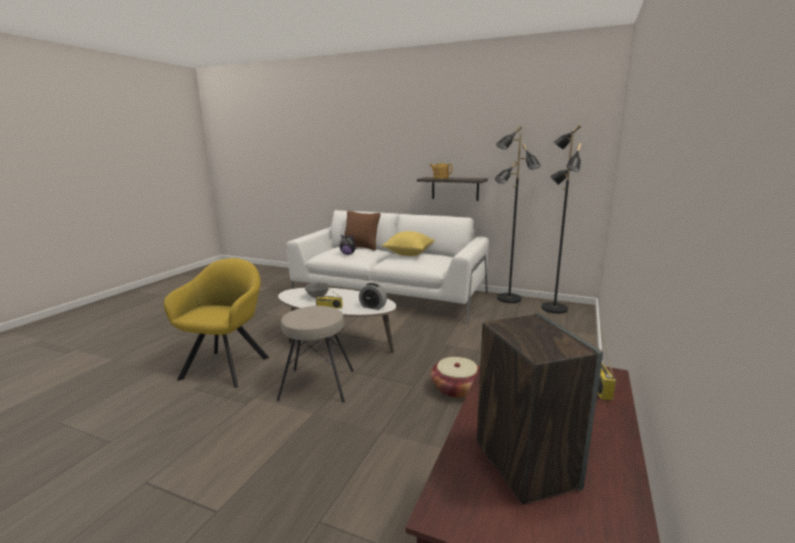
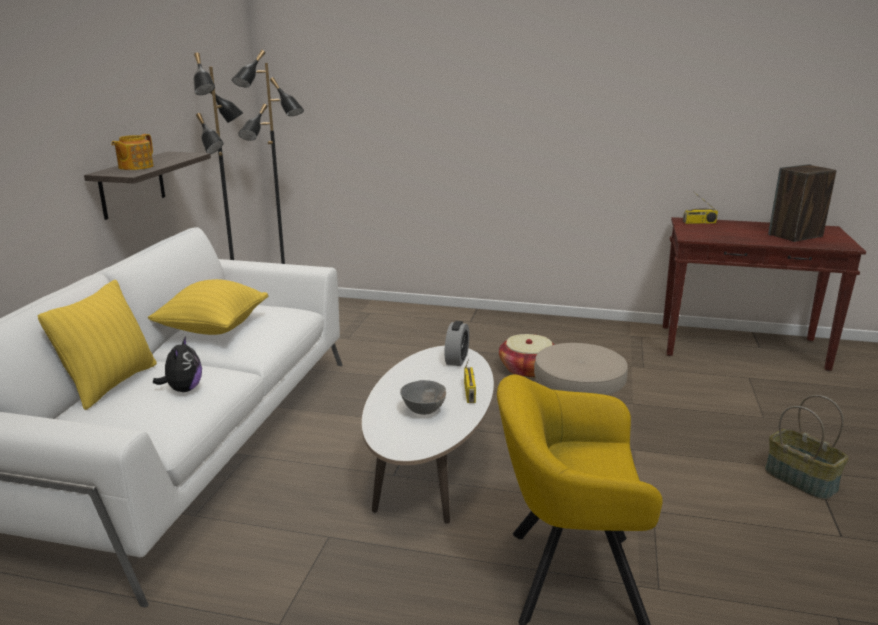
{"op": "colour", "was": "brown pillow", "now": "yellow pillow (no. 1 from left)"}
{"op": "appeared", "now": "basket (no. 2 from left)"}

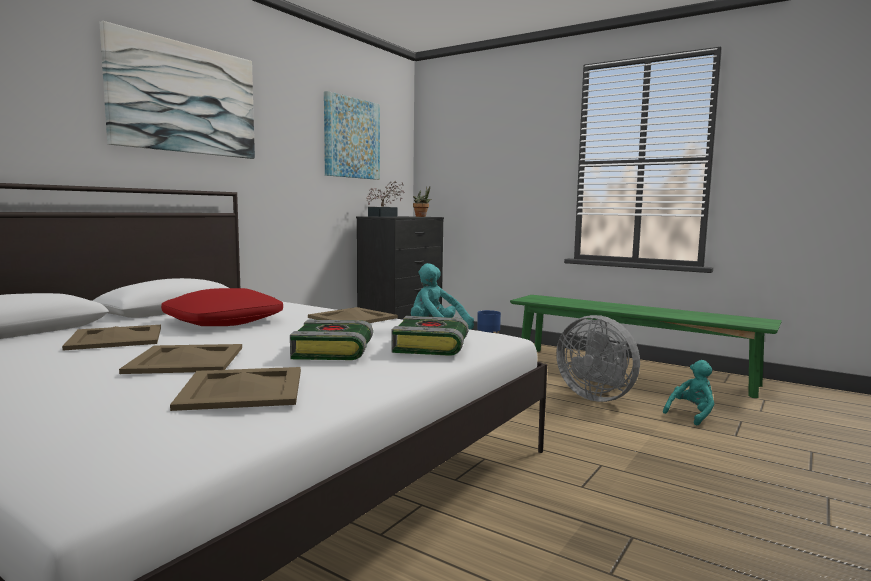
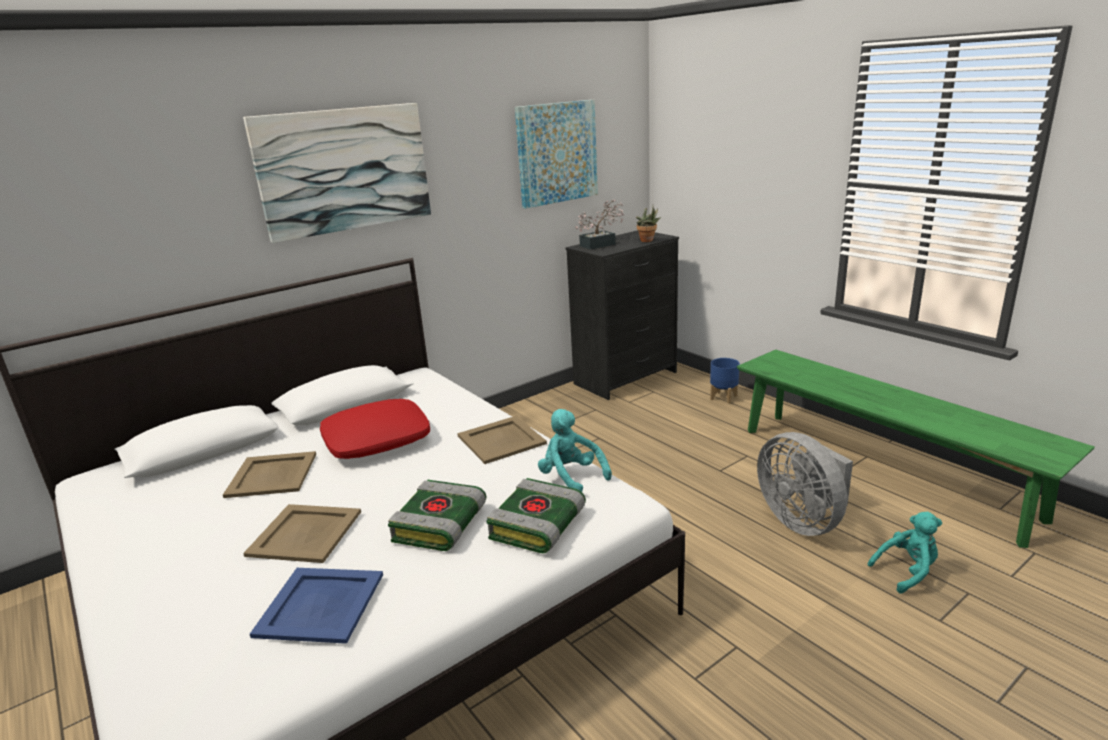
{"op": "colour", "was": "beige tray (no. 3 from left)", "now": "blue tray"}

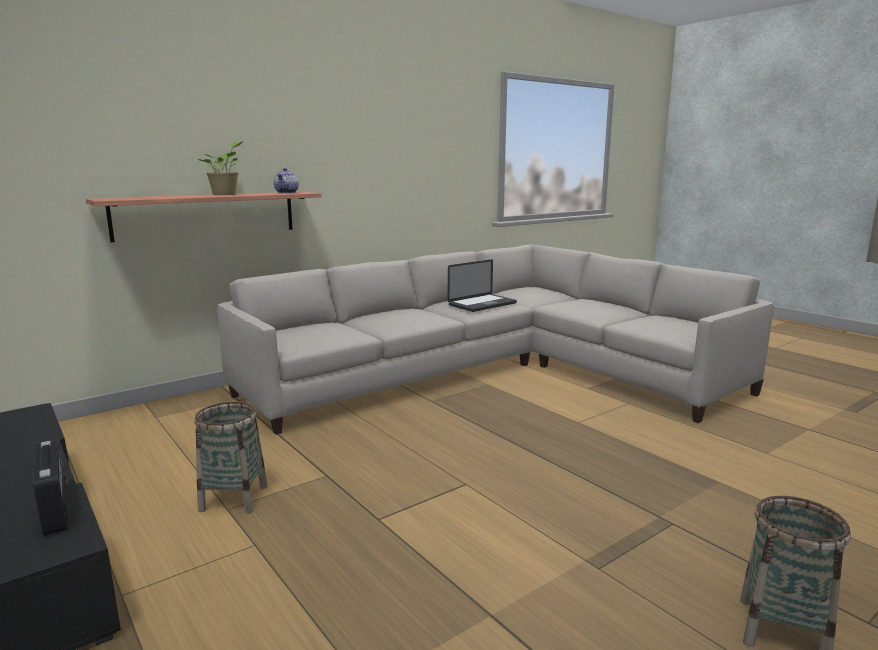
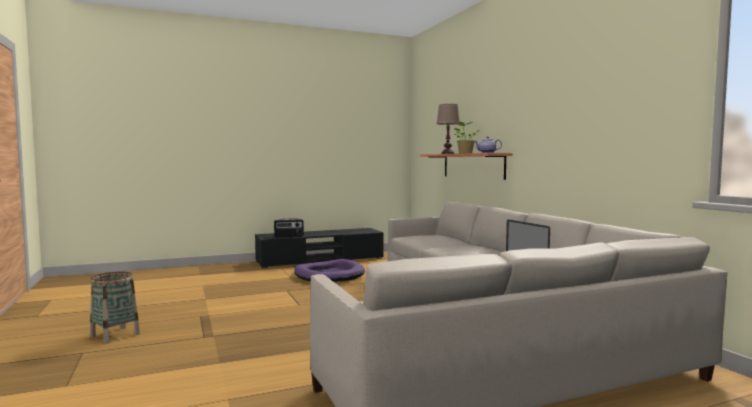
{"op": "exchanged", "was": "basket (no. 1 from left)", "now": "purple dog bed"}
{"op": "appeared", "now": "brown table lamp"}

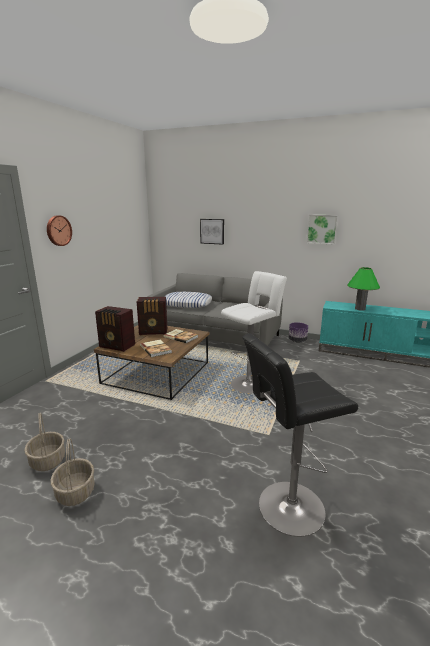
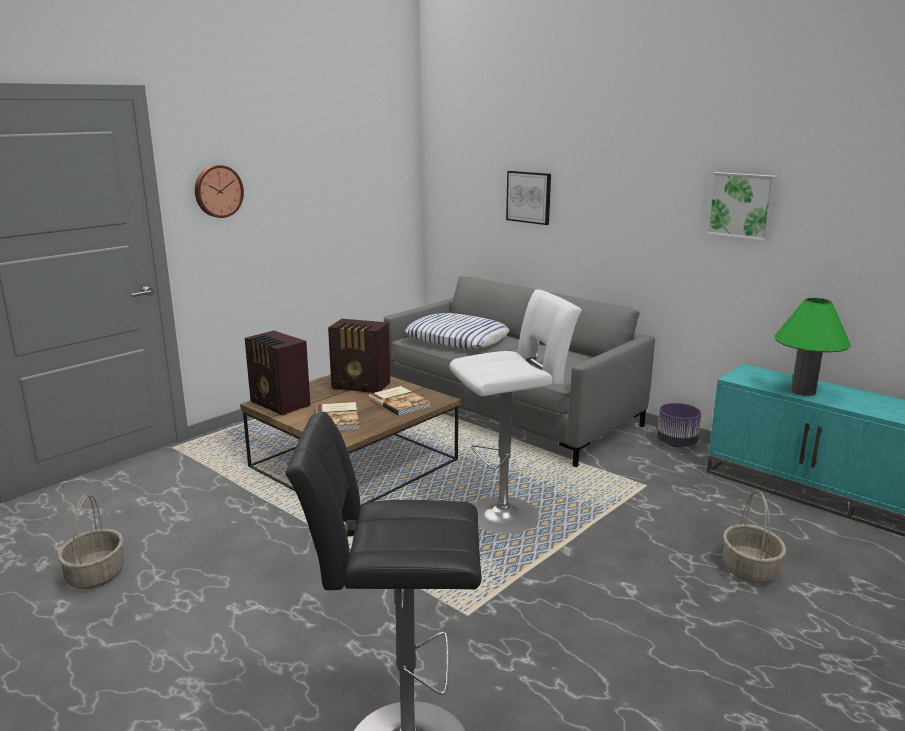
{"op": "relocated", "was": "basket (no. 2 from left)"}

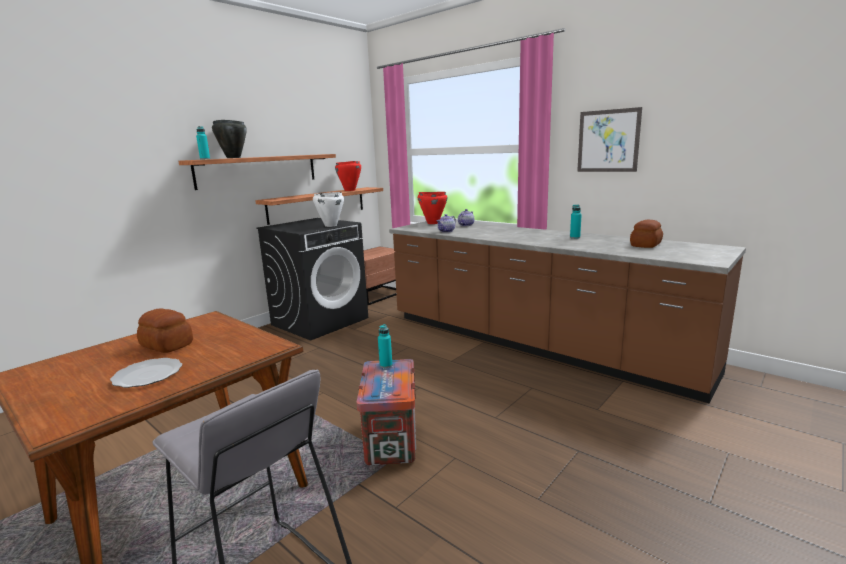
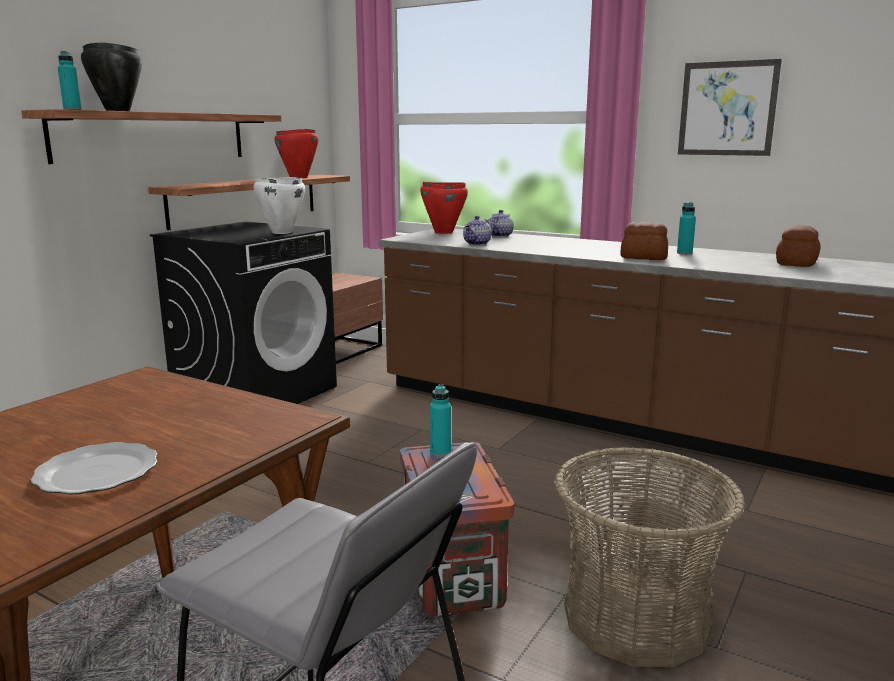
{"op": "relocated", "was": "bread (no. 1 from left)"}
{"op": "appeared", "now": "basket"}

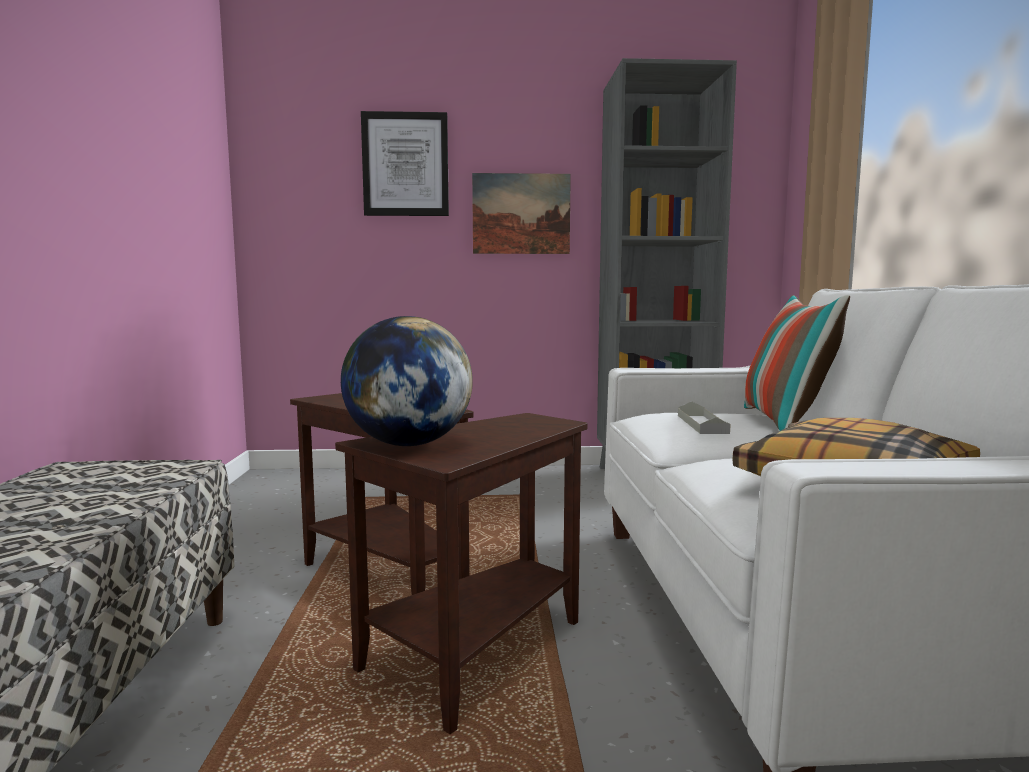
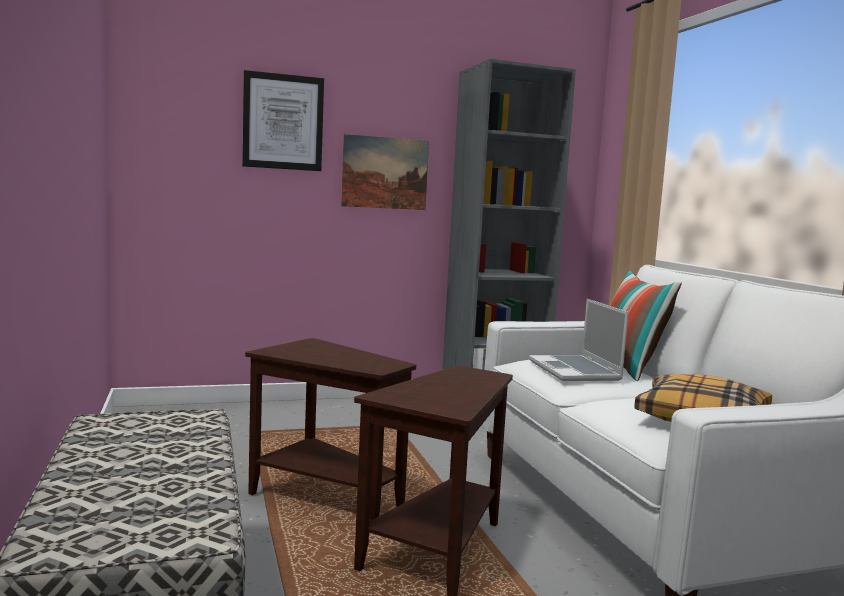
{"op": "missing", "was": "globe"}
{"op": "exchanged", "was": "grey tray", "now": "laptop"}

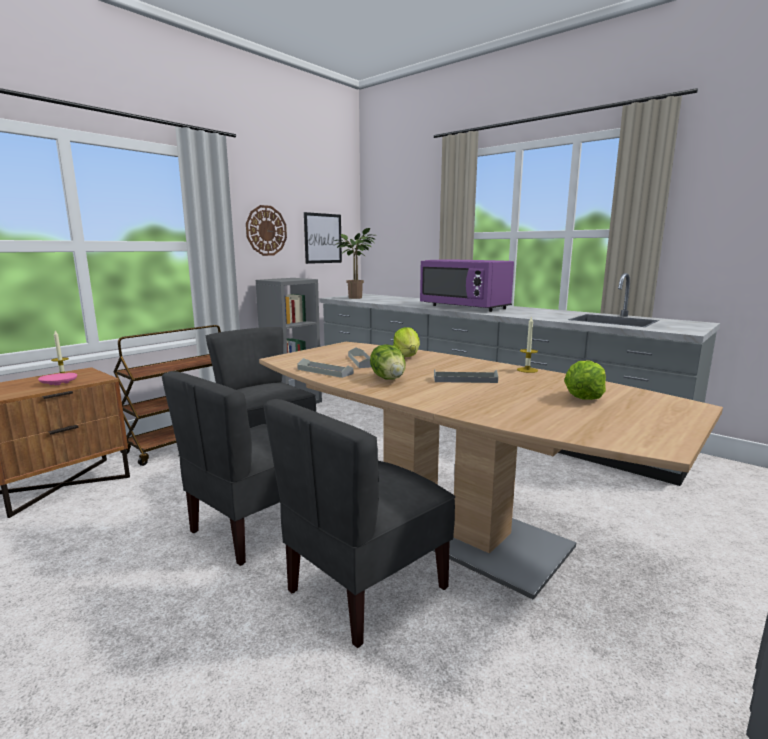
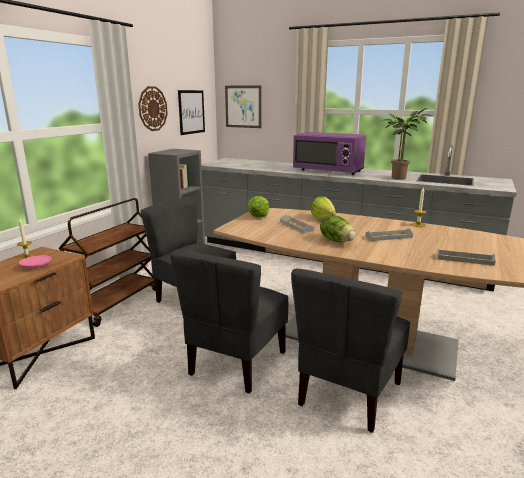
{"op": "relocated", "was": "grey tray (no. 1 from left in the first image)", "now": "grey tray (no. 3 from left)"}
{"op": "relocated", "was": "potted plant"}
{"op": "relocated", "was": "lettuce (no. 3 from left in the first image)", "now": "lettuce (no. 1 from left)"}
{"op": "appeared", "now": "picture (no. 2 from left)"}

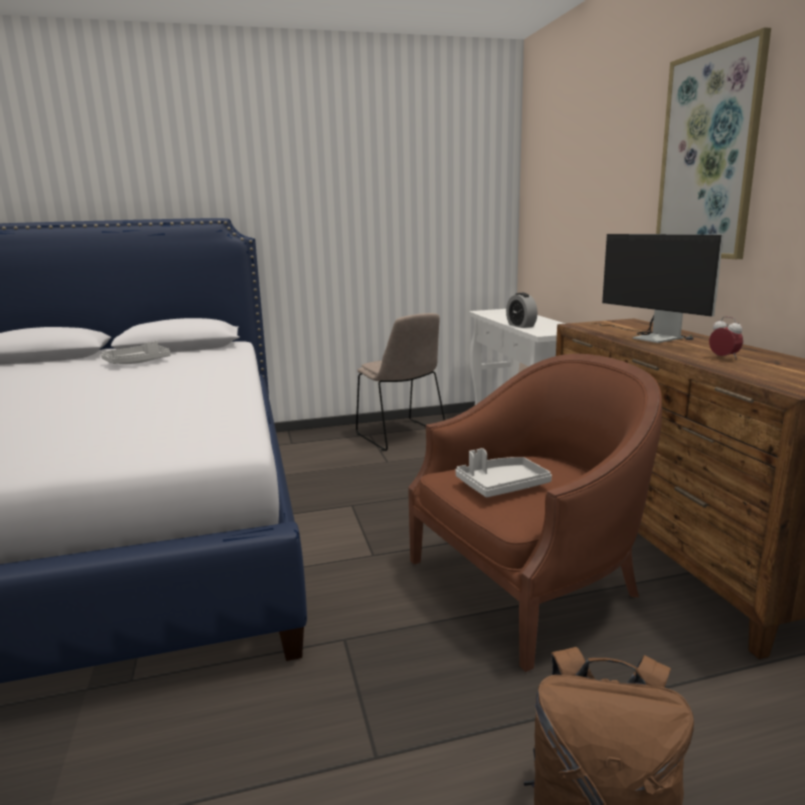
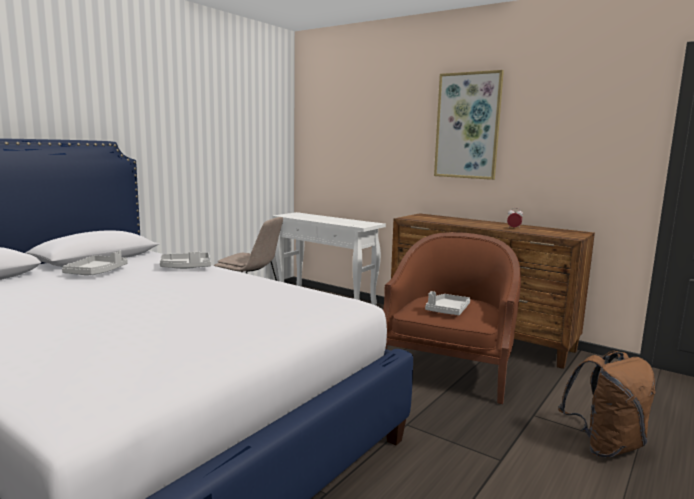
{"op": "missing", "was": "alarm clock (no. 1 from left)"}
{"op": "missing", "was": "monitor"}
{"op": "appeared", "now": "grey tray (no. 2 from left)"}

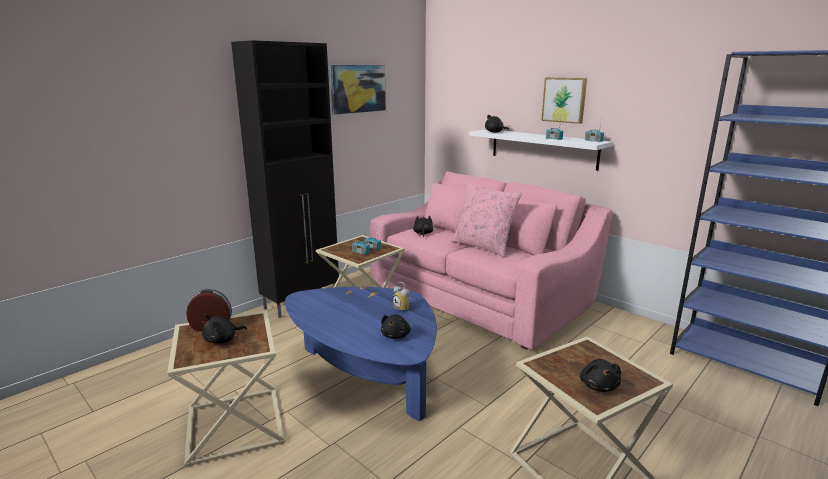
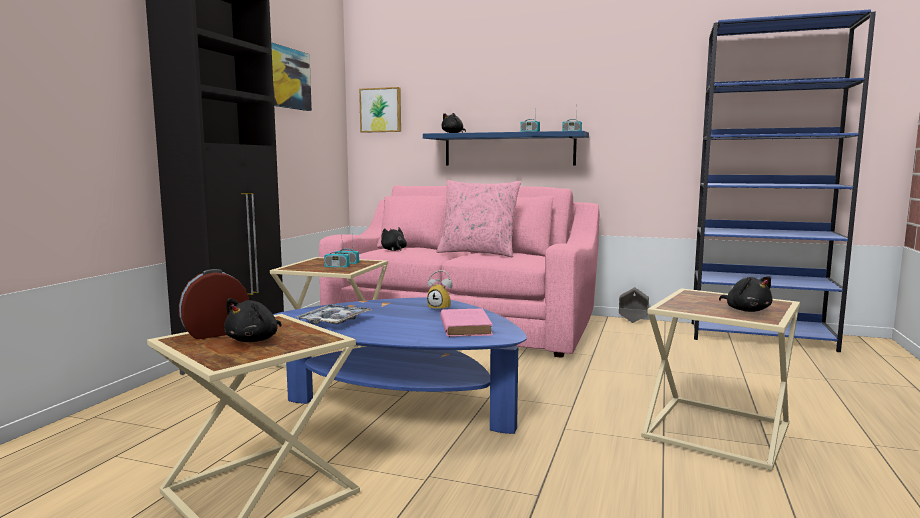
{"op": "exchanged", "was": "black plush toy (no. 2 from left)", "now": "pink book"}
{"op": "colour", "was": "white shelf", "now": "blue shelf"}
{"op": "relocated", "was": "picture (no. 2 from left)"}
{"op": "appeared", "now": "tray"}
{"op": "appeared", "now": "grey planter"}

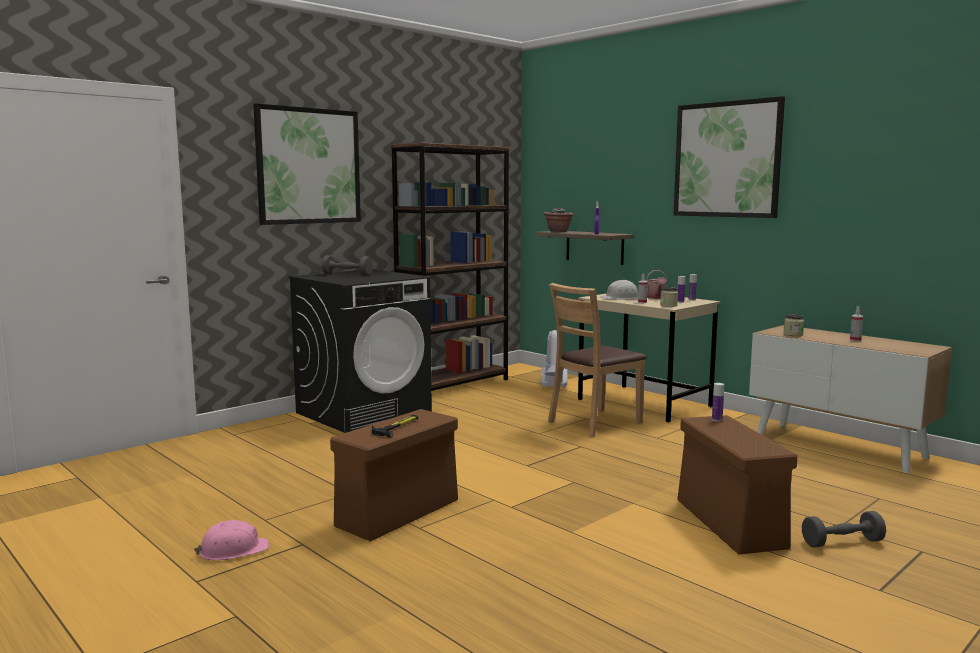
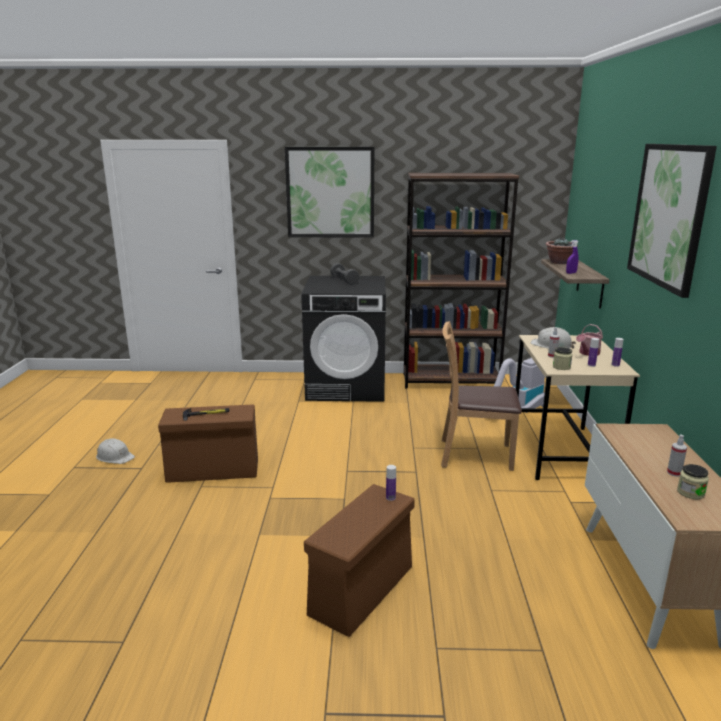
{"op": "colour", "was": "pink hard hat", "now": "white hard hat (no. 1 from left)"}
{"op": "relocated", "was": "jar (no. 2 from left)"}
{"op": "missing", "was": "grey dumbbell (no. 2 from left)"}

